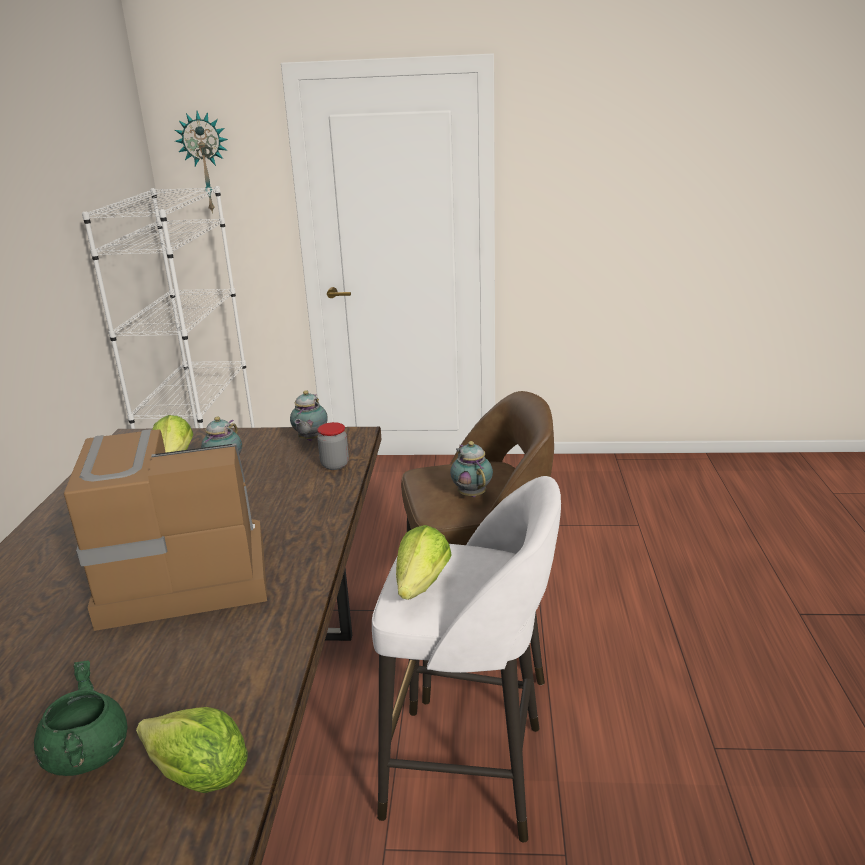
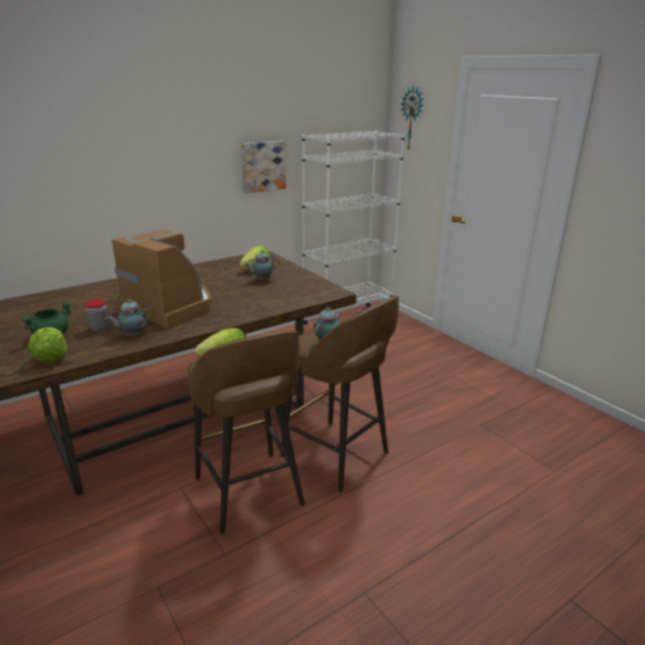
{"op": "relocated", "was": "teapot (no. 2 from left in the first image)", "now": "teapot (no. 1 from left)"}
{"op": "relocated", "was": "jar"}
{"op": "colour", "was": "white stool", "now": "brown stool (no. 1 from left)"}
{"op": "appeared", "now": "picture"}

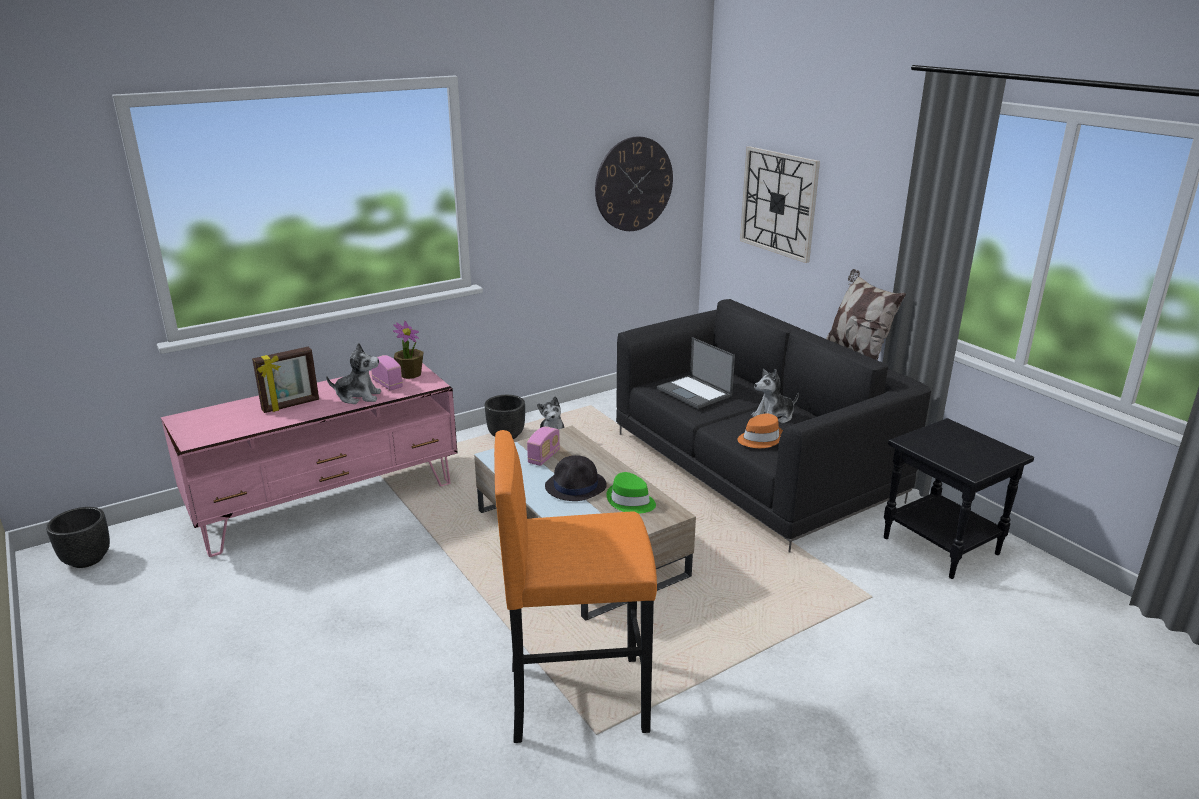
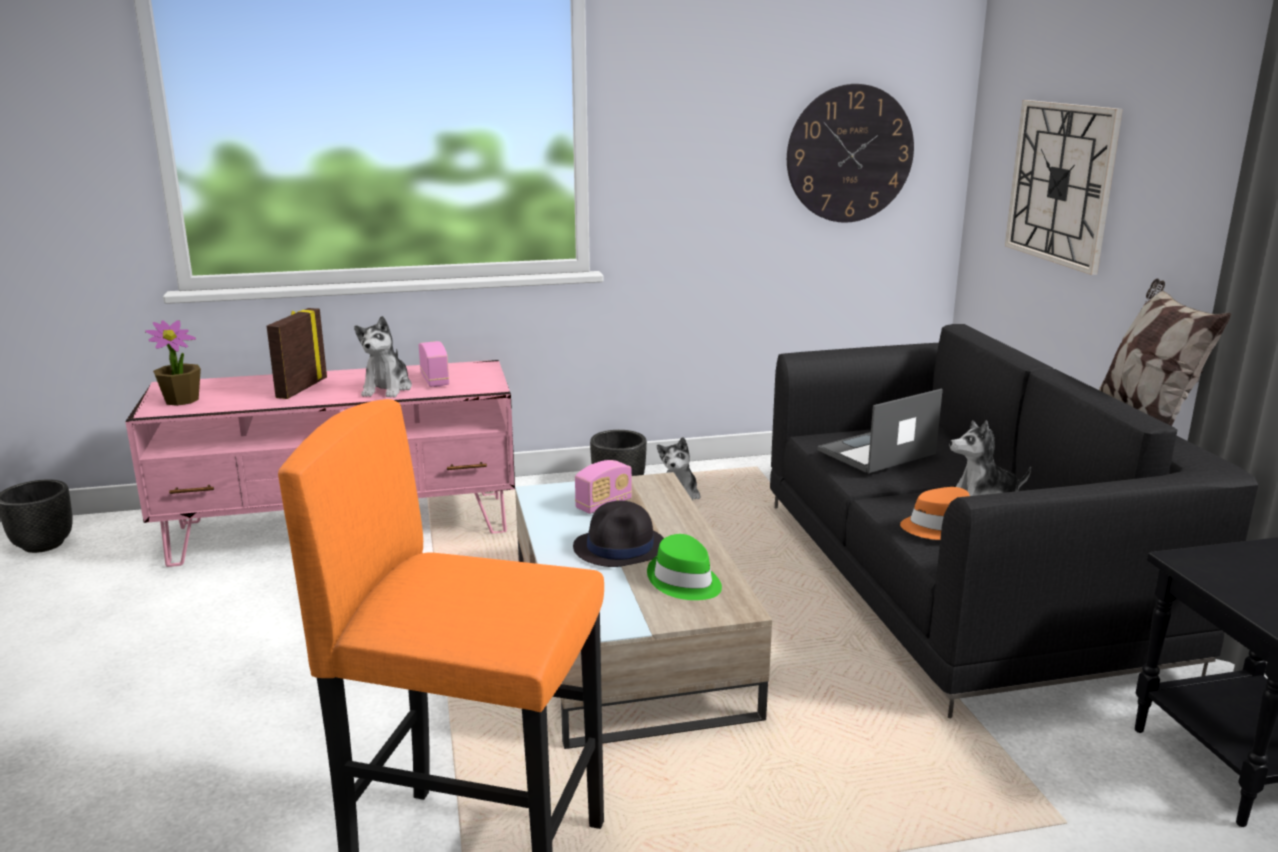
{"op": "spun", "was": "picture frame", "clockwise": 120}
{"op": "spun", "was": "plush toy (no. 1 from left)", "clockwise": 75}
{"op": "relocated", "was": "potted plant"}
{"op": "spun", "was": "laptop", "clockwise": 75}

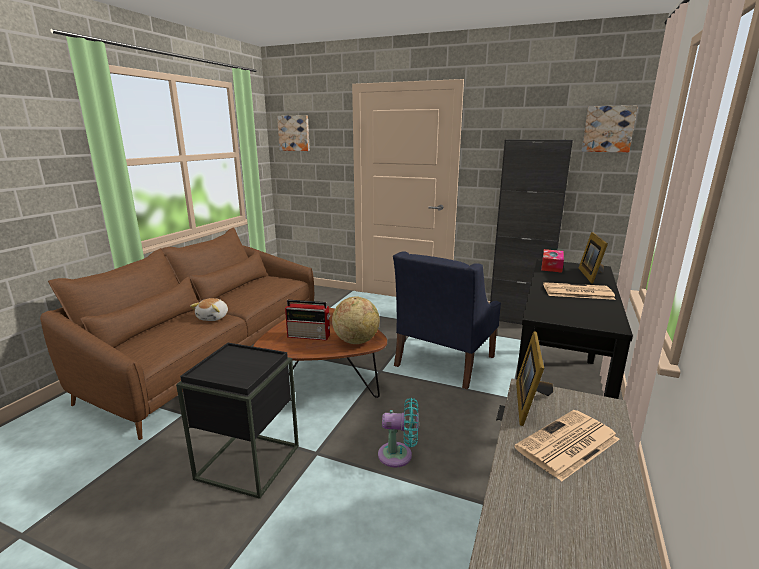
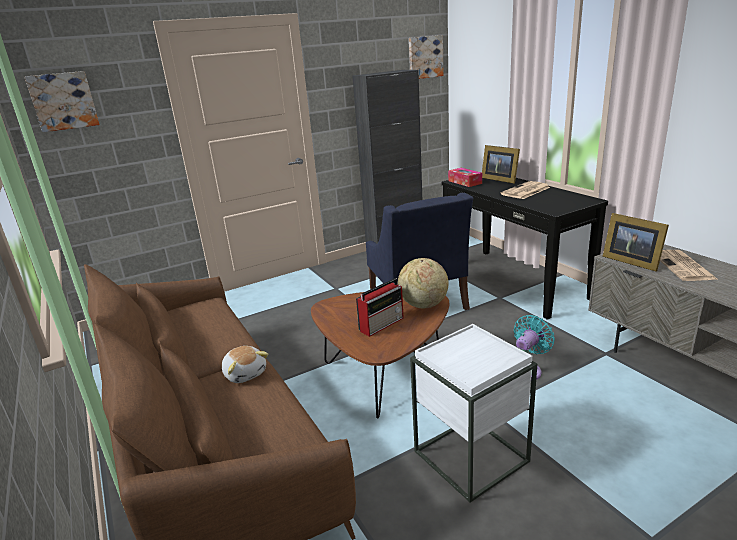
{"op": "colour", "was": "black side table", "now": "white side table"}

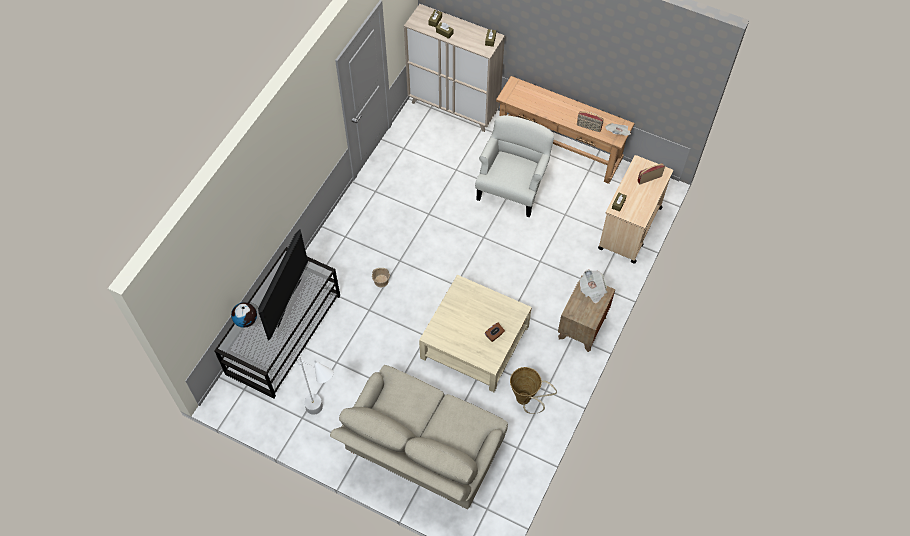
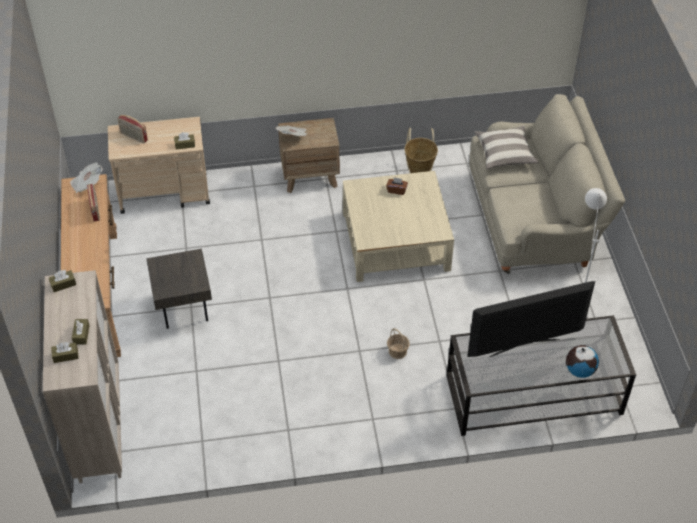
{"op": "exchanged", "was": "white armchair", "now": "grey side table"}
{"op": "appeared", "now": "pillow"}

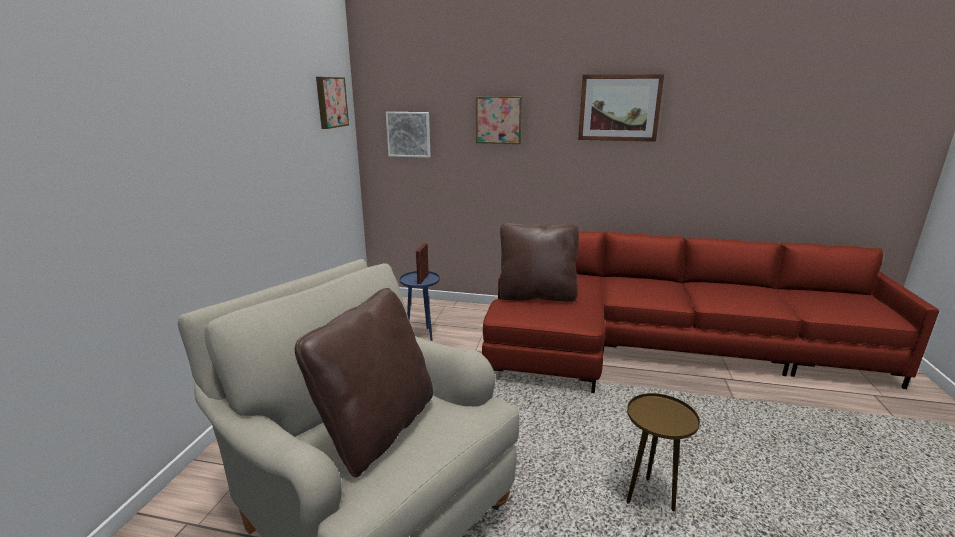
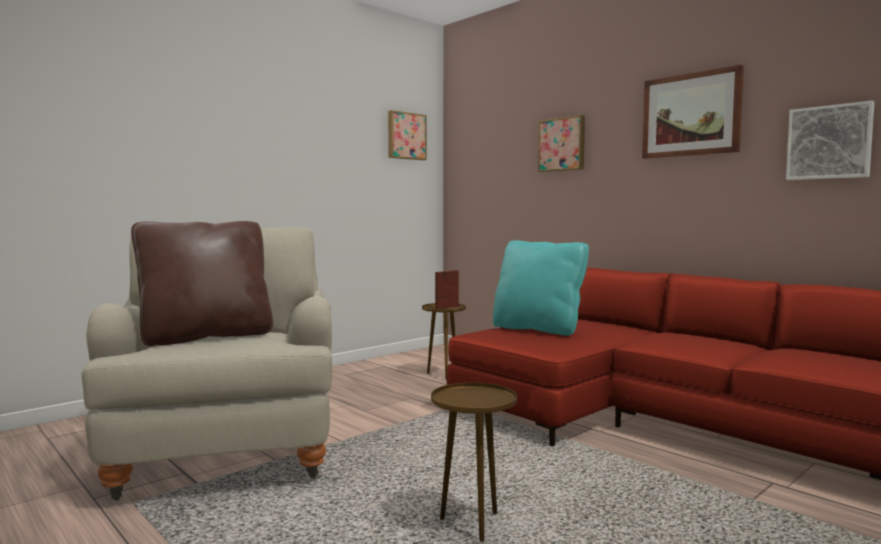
{"op": "relocated", "was": "picture (no. 2 from left in the first image)", "now": "picture (no. 4 from left)"}
{"op": "colour", "was": "blue side table", "now": "brown side table (no. 1 from left)"}
{"op": "colour", "was": "brown pillow (no. 2 from left)", "now": "turquoise pillow"}

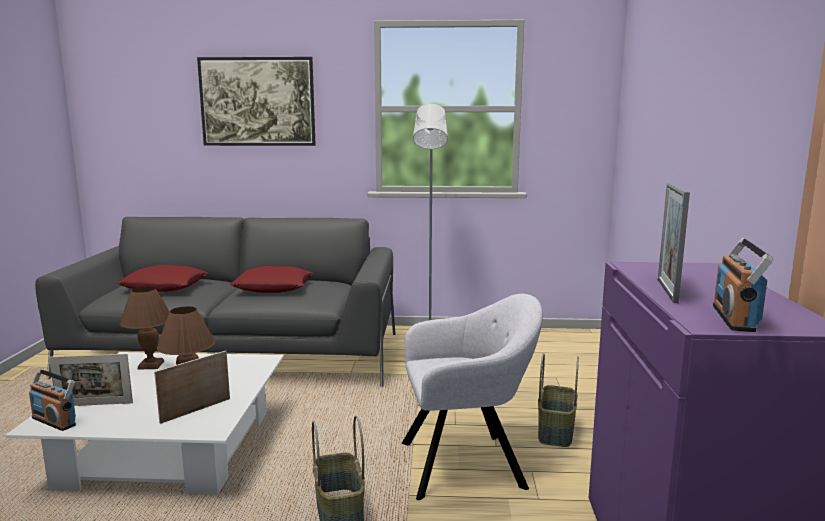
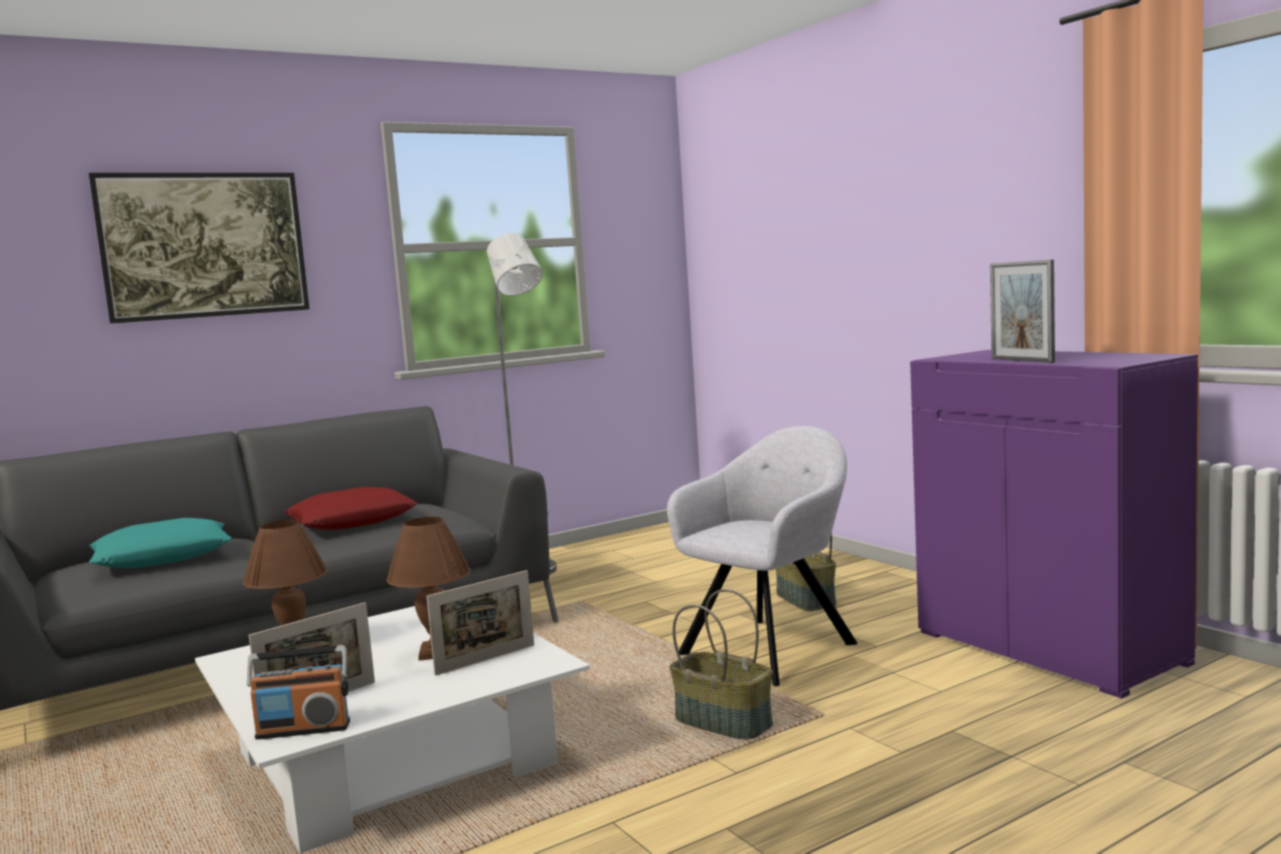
{"op": "colour", "was": "red pillow (no. 1 from left)", "now": "turquoise pillow"}
{"op": "spun", "was": "picture frame (no. 2 from left)", "clockwise": -135}
{"op": "missing", "was": "radio (no. 2 from left)"}

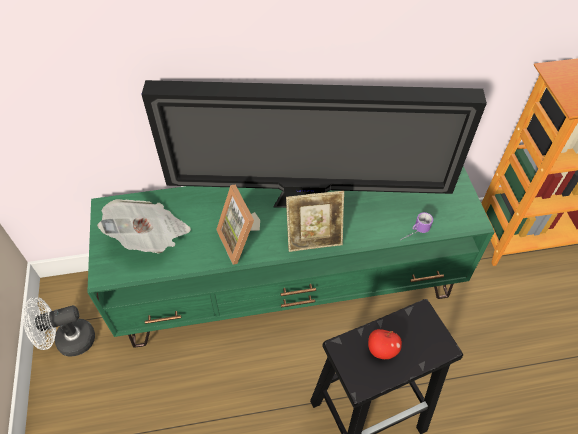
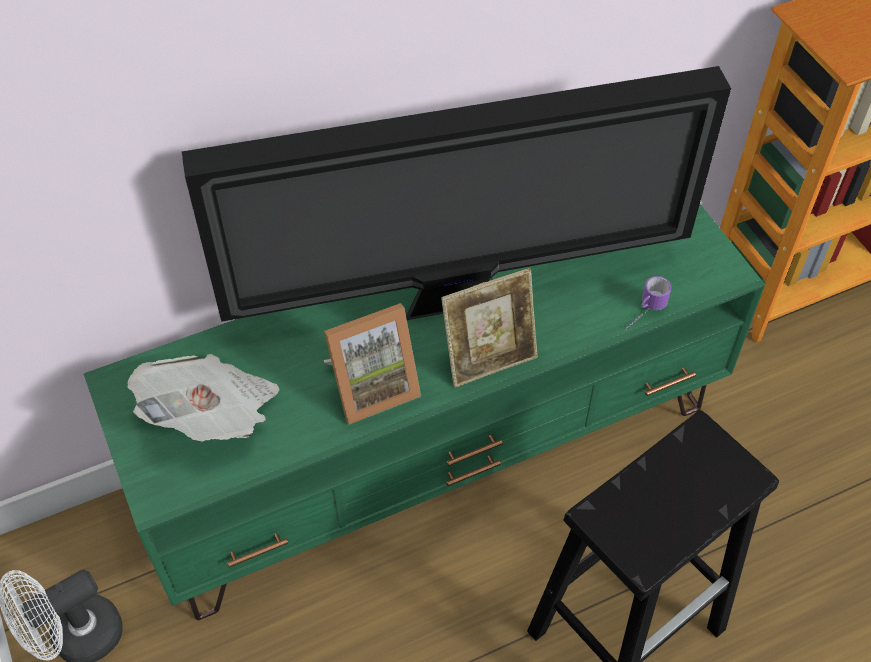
{"op": "spun", "was": "picture frame (no. 1 from left)", "clockwise": -75}
{"op": "missing", "was": "apple"}

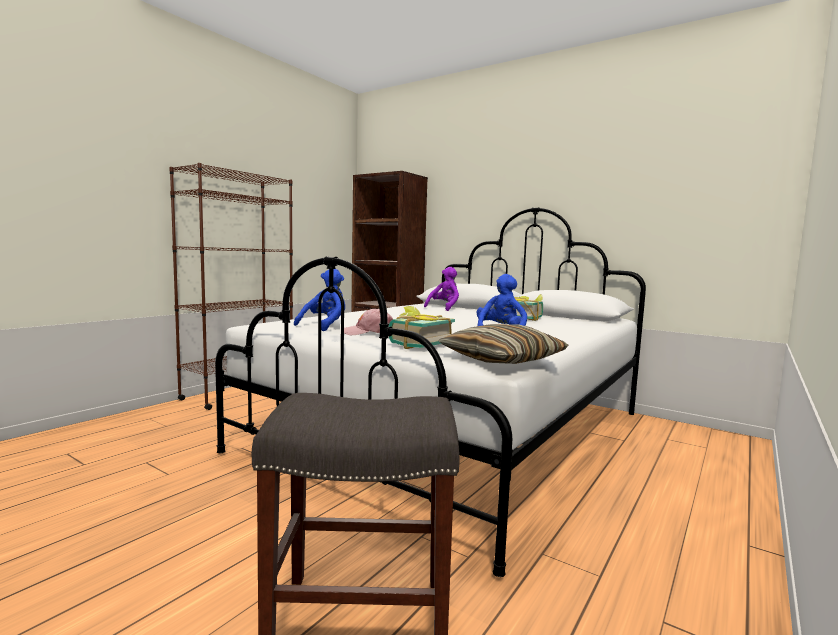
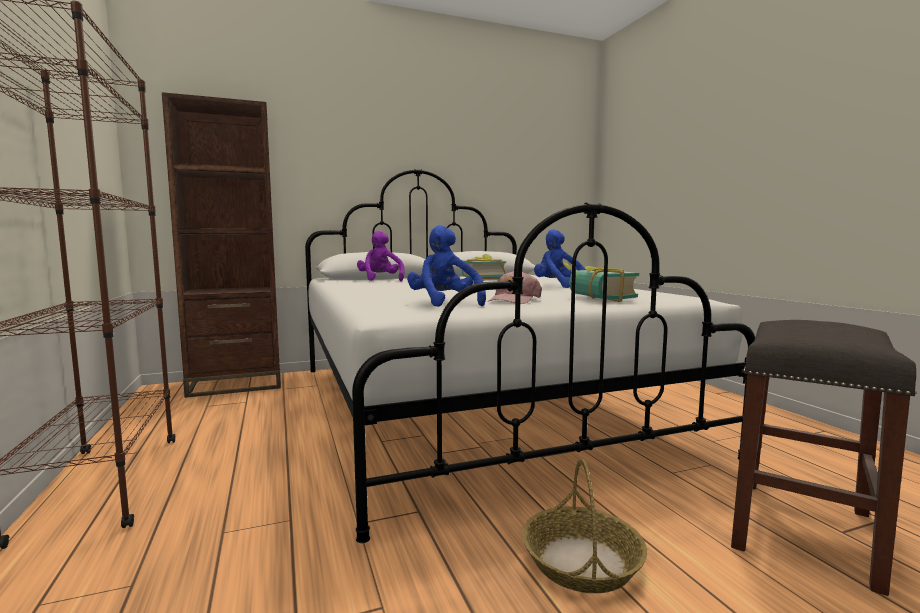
{"op": "missing", "was": "pillow"}
{"op": "appeared", "now": "basket"}

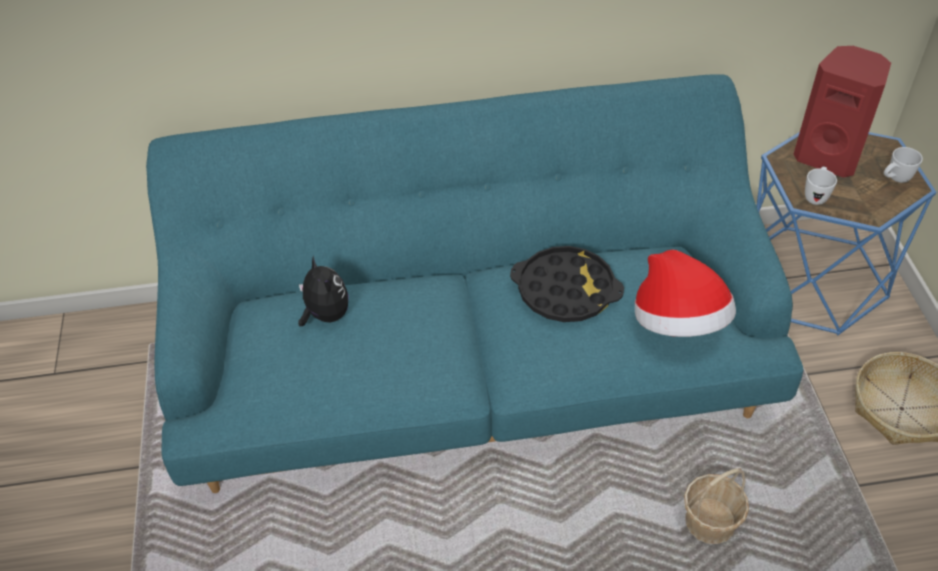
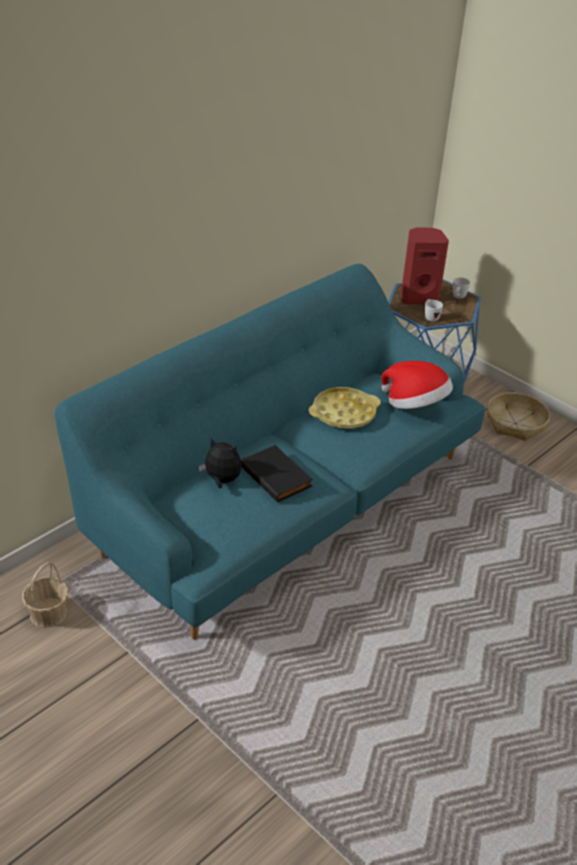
{"op": "colour", "was": "black tray", "now": "yellow tray"}
{"op": "relocated", "was": "basket (no. 1 from left)"}
{"op": "appeared", "now": "black book"}

